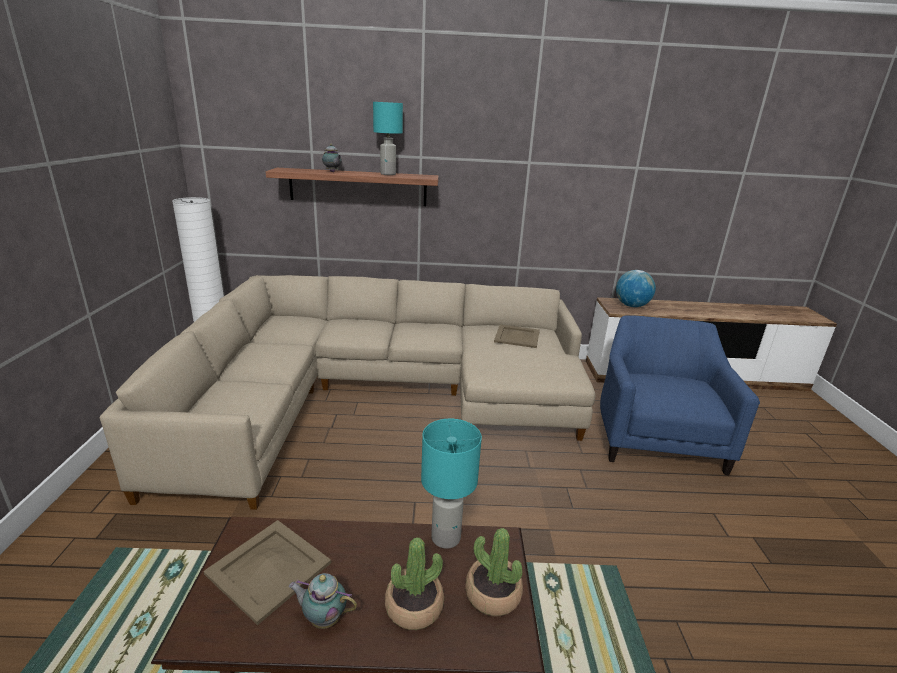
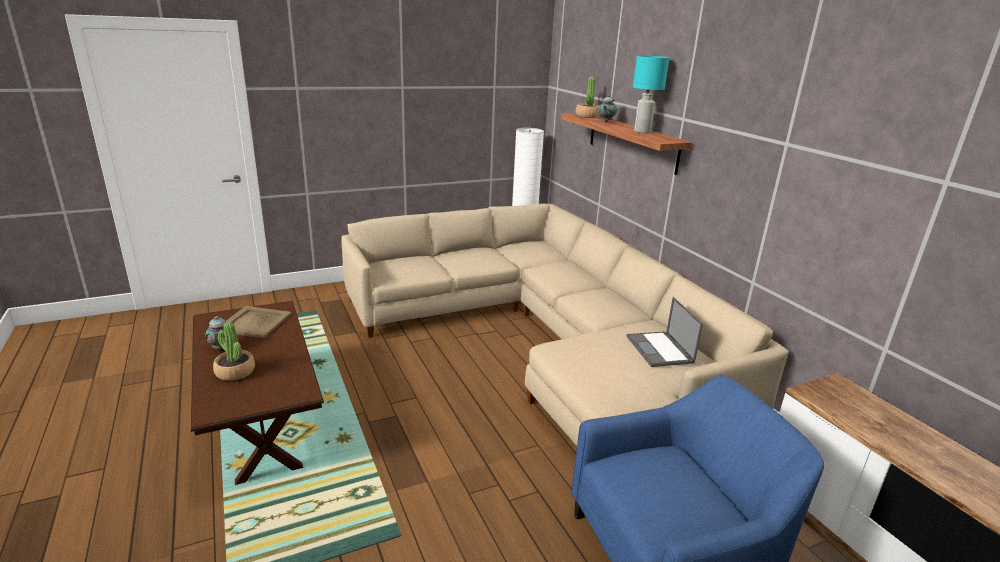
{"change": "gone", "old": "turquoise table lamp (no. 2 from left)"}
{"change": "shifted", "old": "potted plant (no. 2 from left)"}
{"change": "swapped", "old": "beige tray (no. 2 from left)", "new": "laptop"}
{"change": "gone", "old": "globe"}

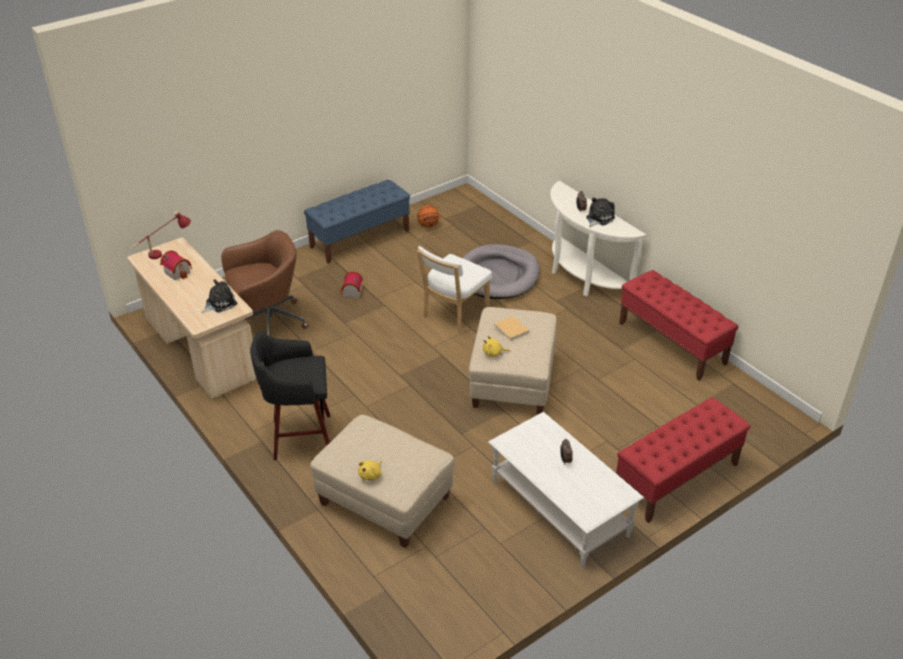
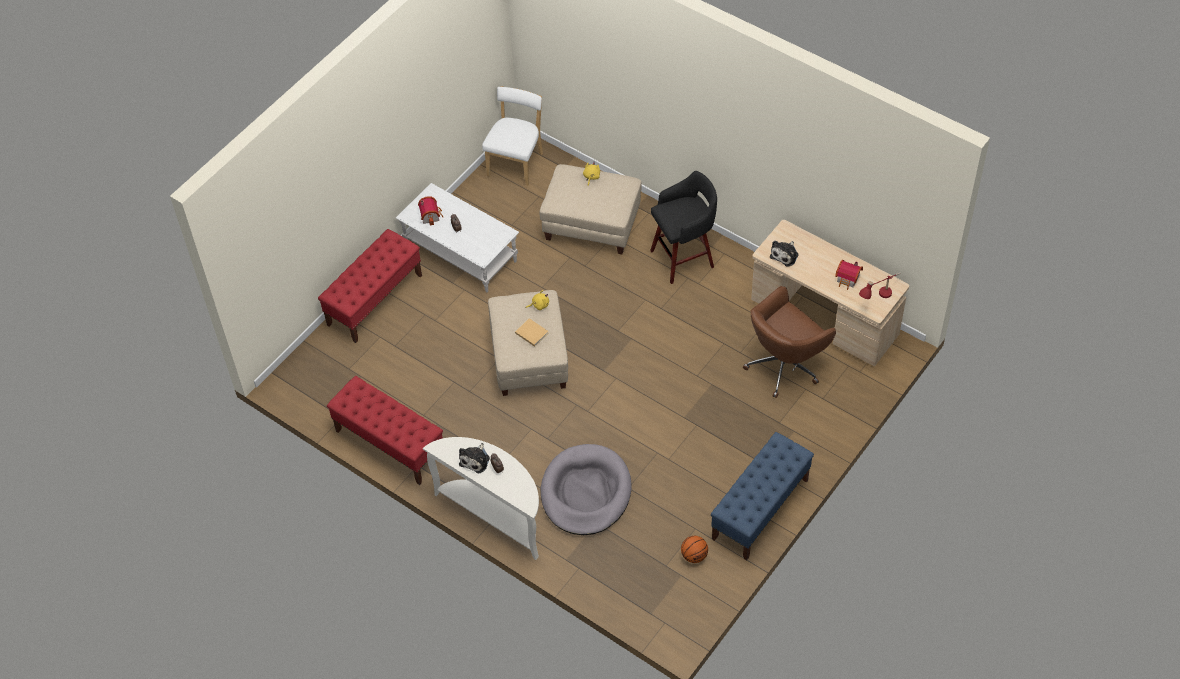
{"change": "shifted", "old": "toy house (no. 2 from left in the first image)", "new": "toy house (no. 1 from left)"}
{"change": "shifted", "old": "white chair"}

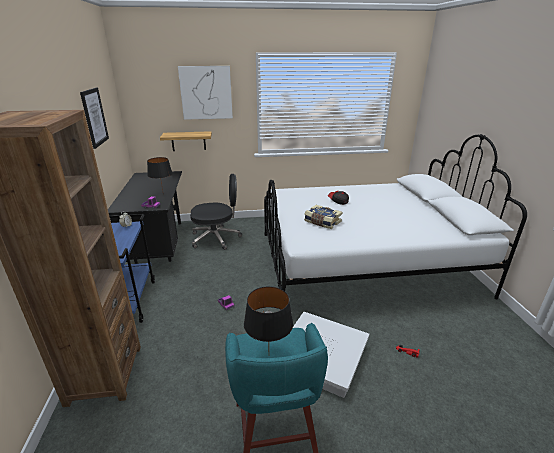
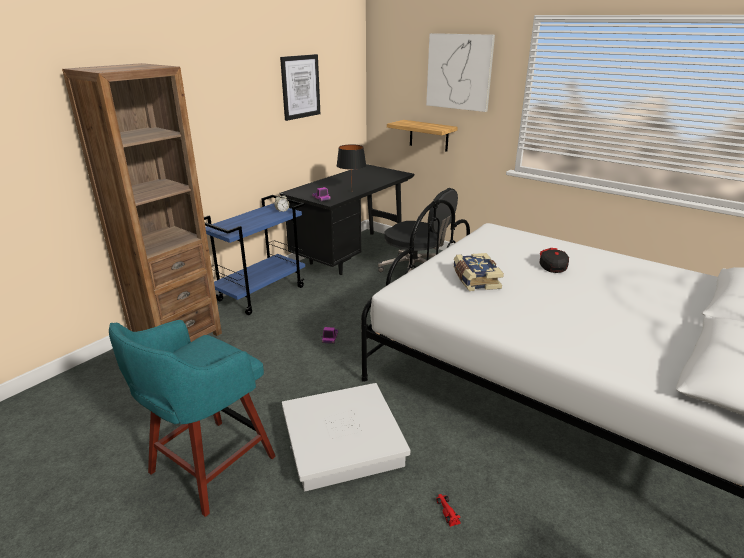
{"change": "gone", "old": "black table lamp (no. 2 from left)"}

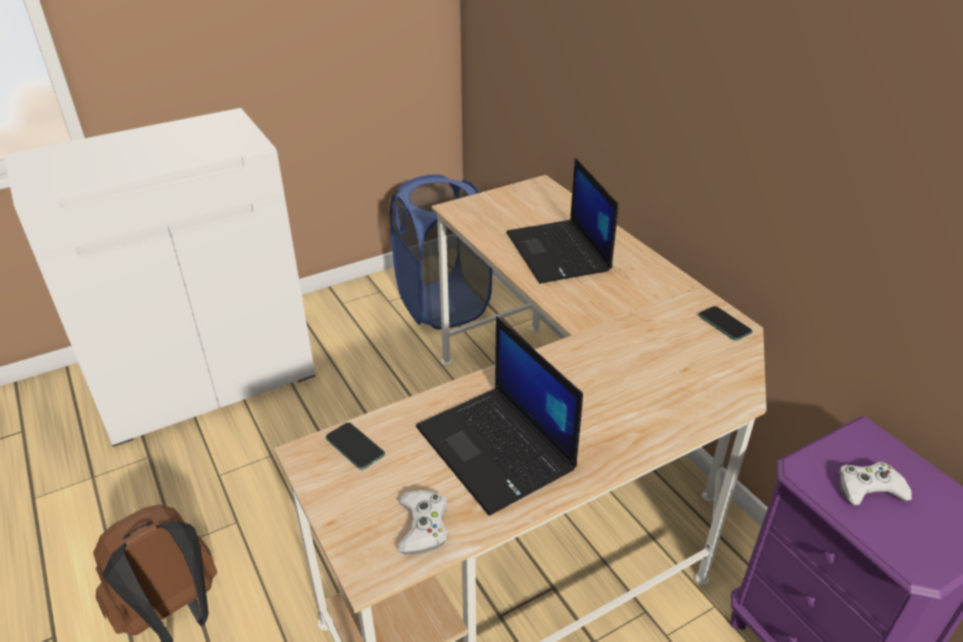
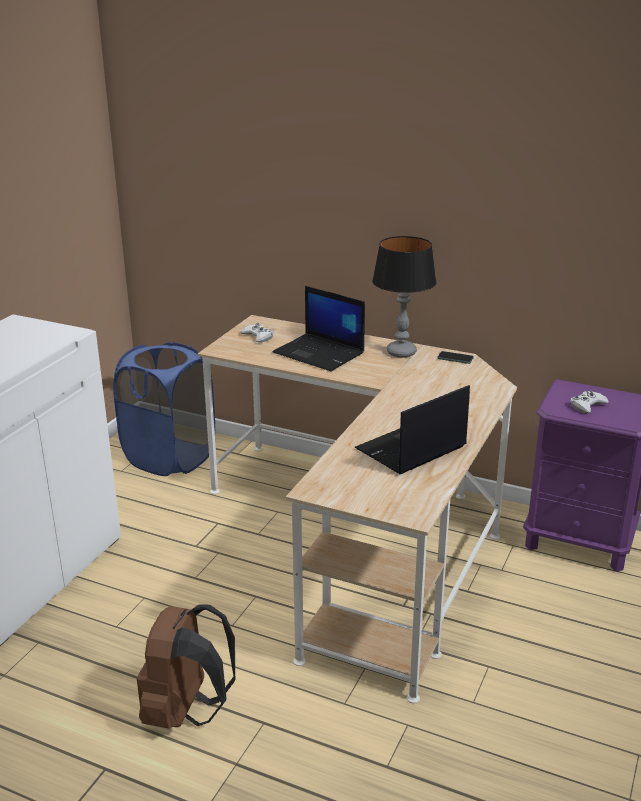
{"change": "gone", "old": "phone (no. 1 from left)"}
{"change": "shifted", "old": "white game controller (no. 1 from left)"}
{"change": "rotated", "old": "laptop (no. 1 from left in the first image)", "degrees": 120}
{"change": "new", "new": "table lamp"}

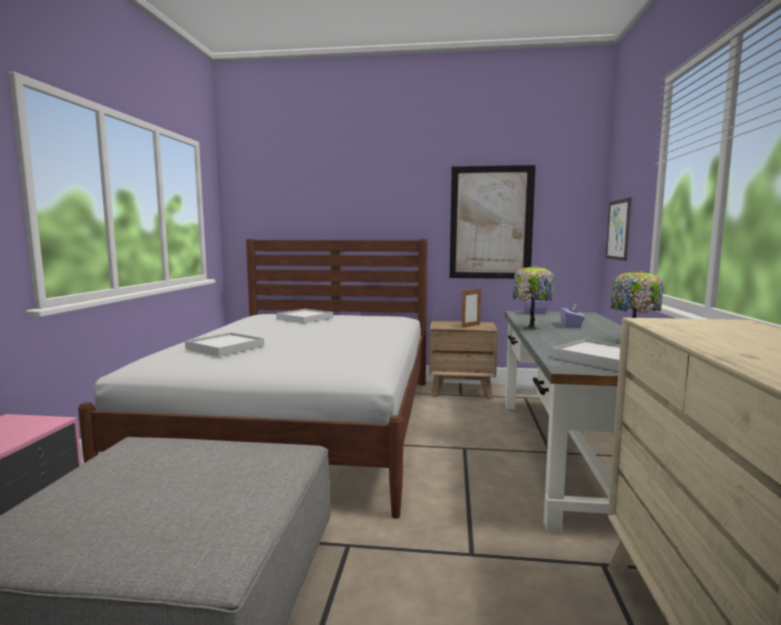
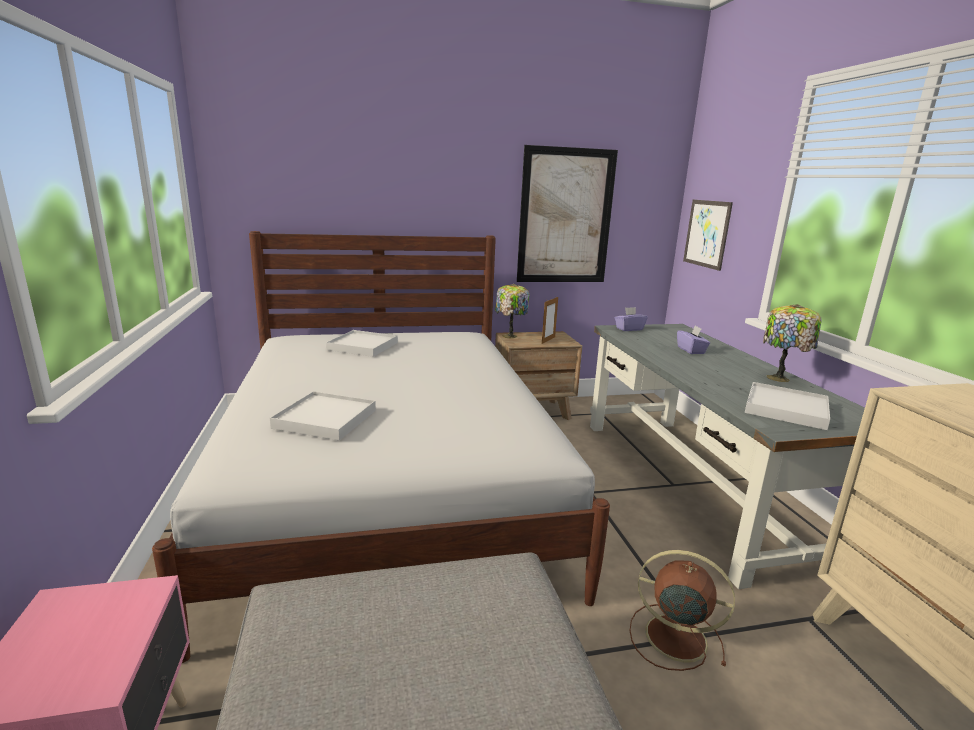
{"change": "shifted", "old": "table lamp (no. 1 from left)"}
{"change": "new", "new": "brown fan"}

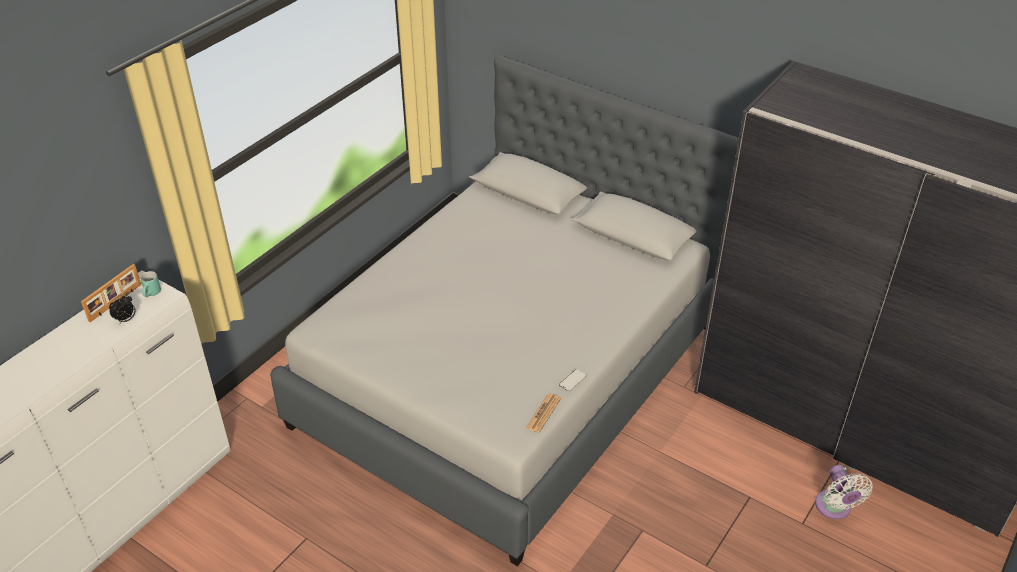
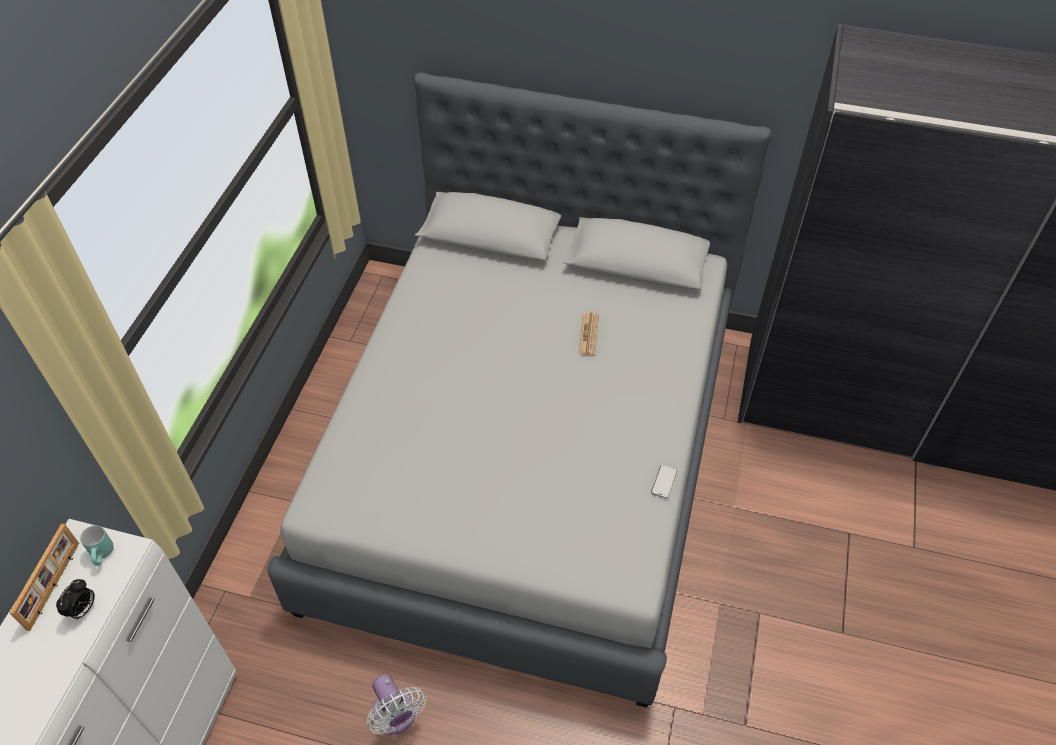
{"change": "shifted", "old": "newspaper"}
{"change": "shifted", "old": "white fan"}

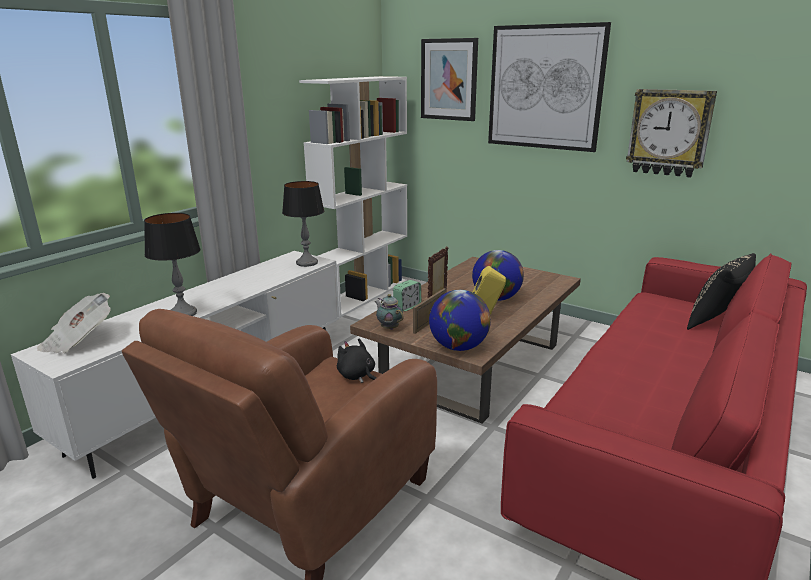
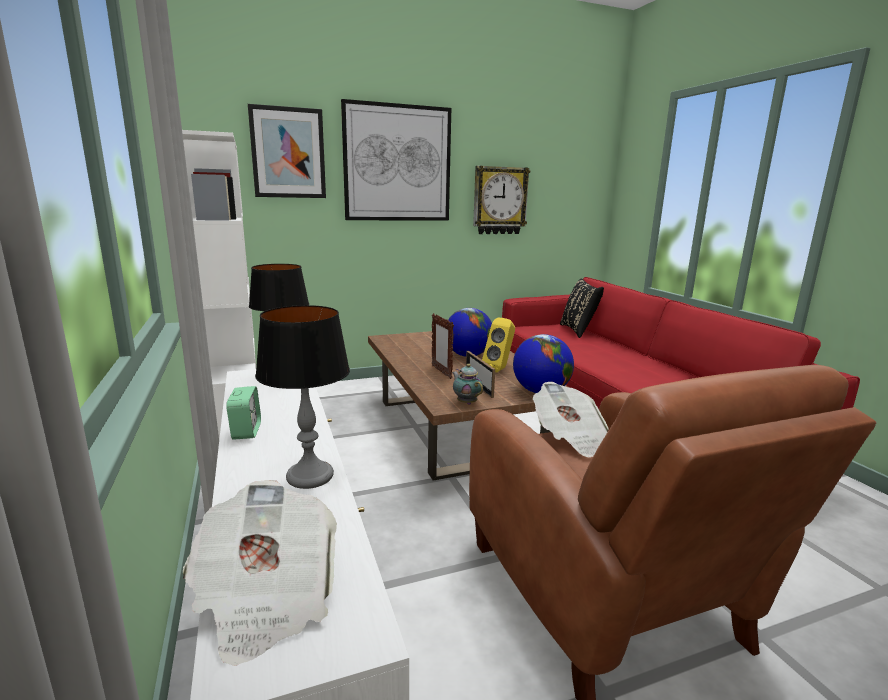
{"change": "swapped", "old": "black plush toy", "new": "newspaper (no. 2 from left)"}
{"change": "rotated", "old": "teapot", "degrees": 60}
{"change": "shifted", "old": "alarm clock"}

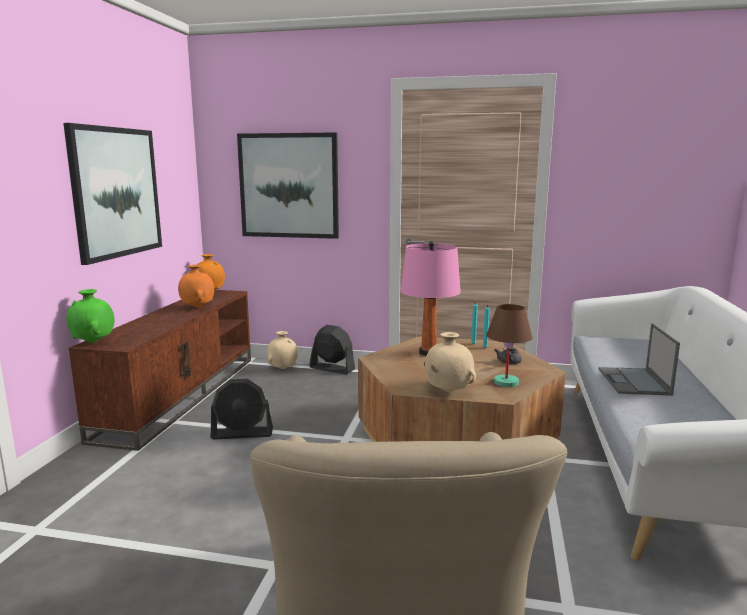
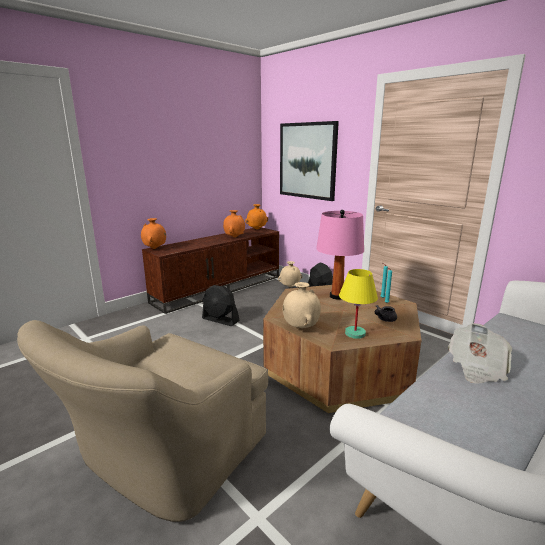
{"change": "gone", "old": "picture (no. 1 from left)"}
{"change": "repainted", "old": "green vase", "new": "orange vase (no. 1 from left)"}
{"change": "repainted", "old": "brown table lamp", "new": "yellow table lamp"}
{"change": "swapped", "old": "laptop", "new": "newspaper"}

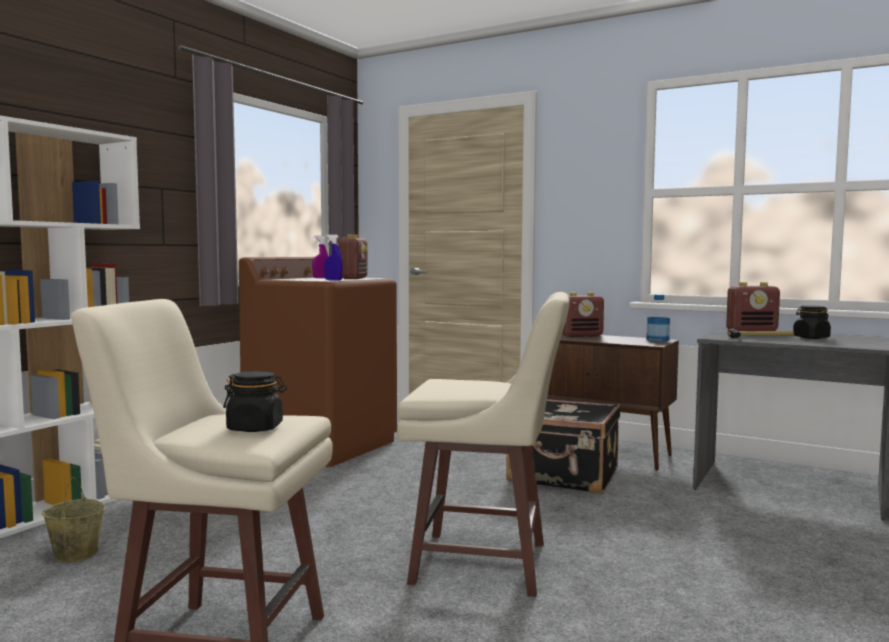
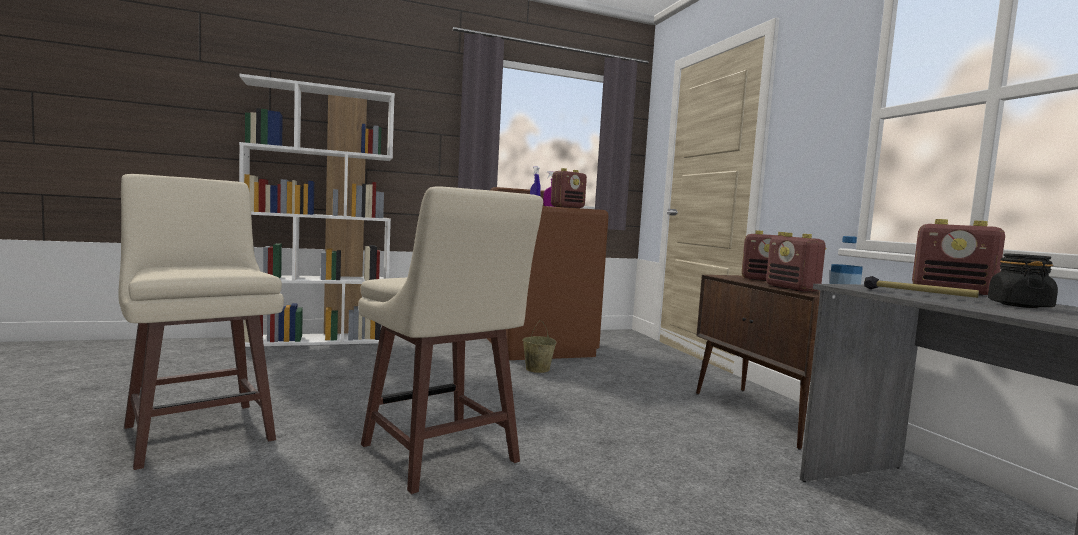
{"change": "shifted", "old": "beige bucket"}
{"change": "gone", "old": "black jar (no. 1 from left)"}
{"change": "gone", "old": "black suitcase"}
{"change": "new", "new": "radio (no. 3 from left)"}

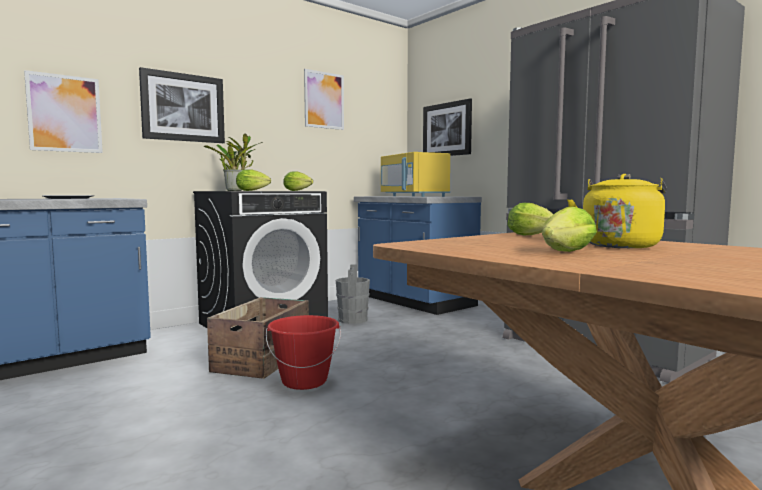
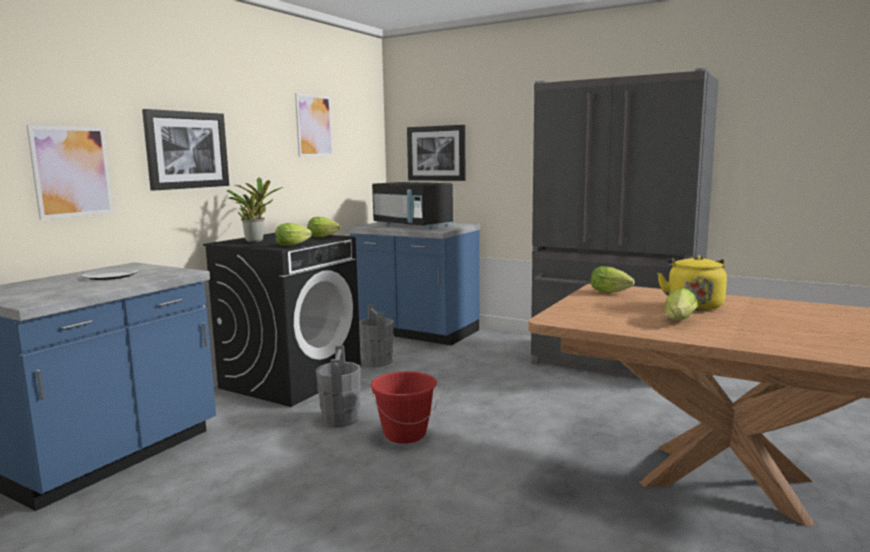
{"change": "swapped", "old": "crate", "new": "grey bucket (no. 1 from left)"}
{"change": "repainted", "old": "yellow microwave", "new": "black microwave"}

